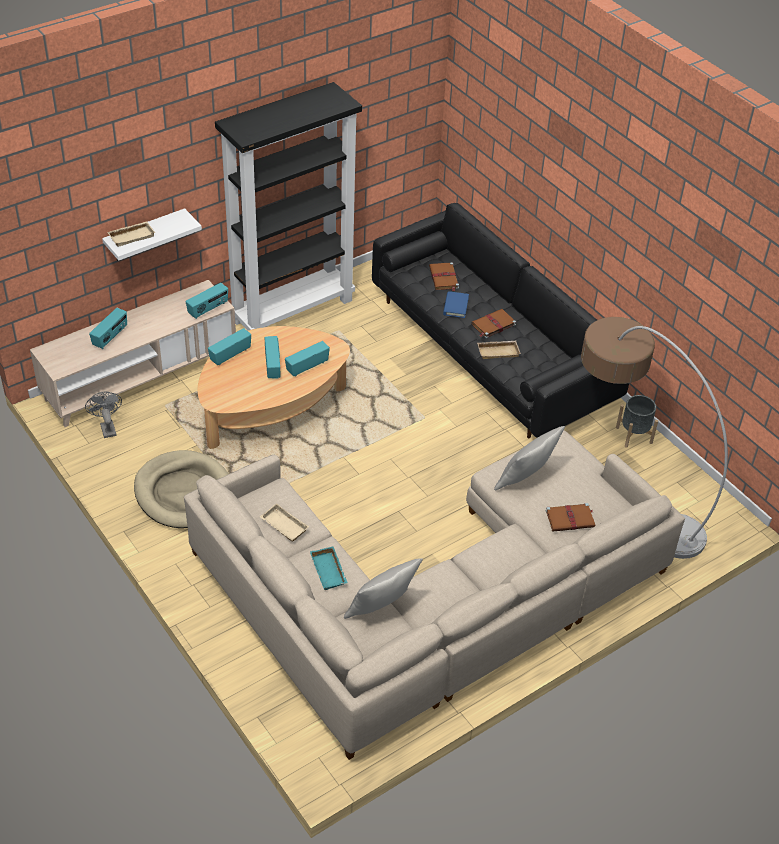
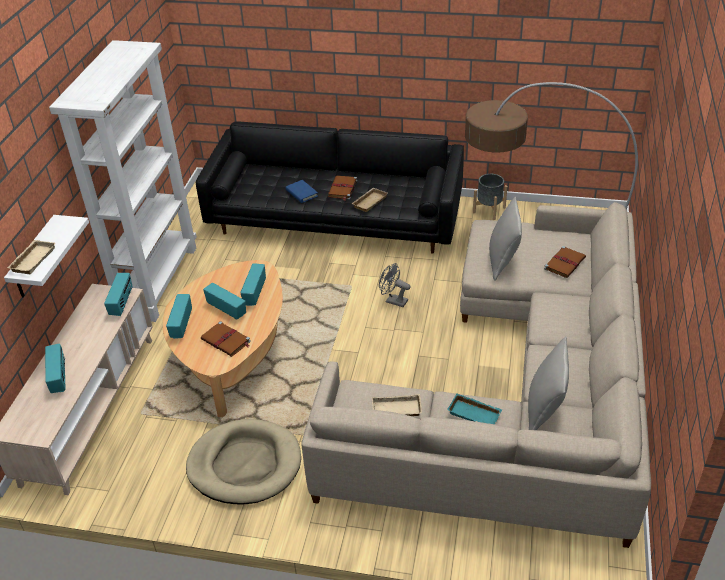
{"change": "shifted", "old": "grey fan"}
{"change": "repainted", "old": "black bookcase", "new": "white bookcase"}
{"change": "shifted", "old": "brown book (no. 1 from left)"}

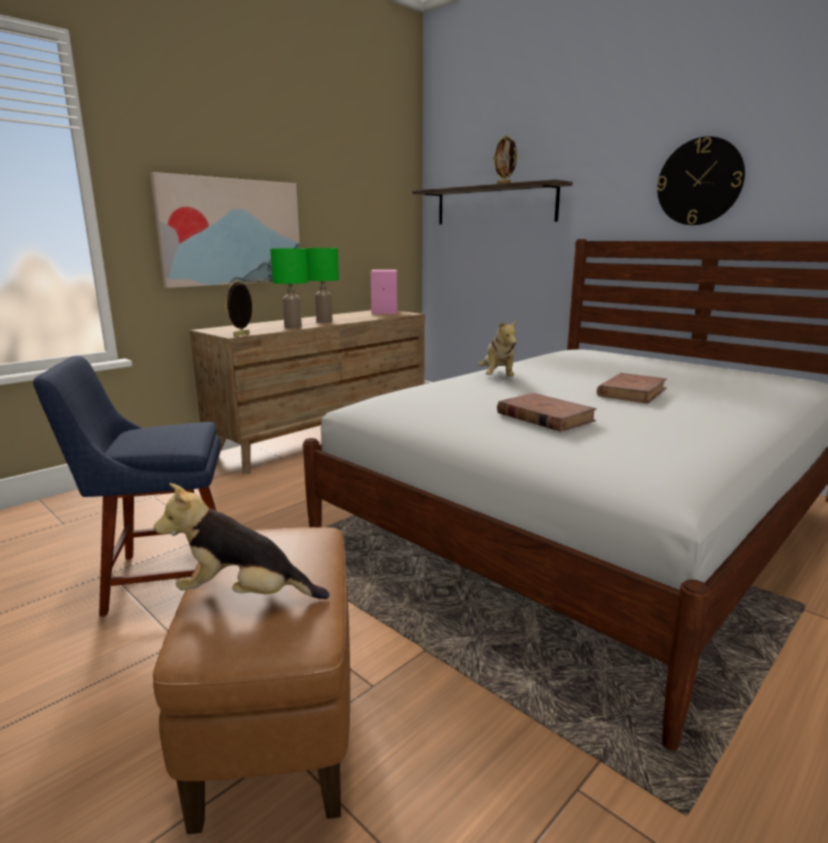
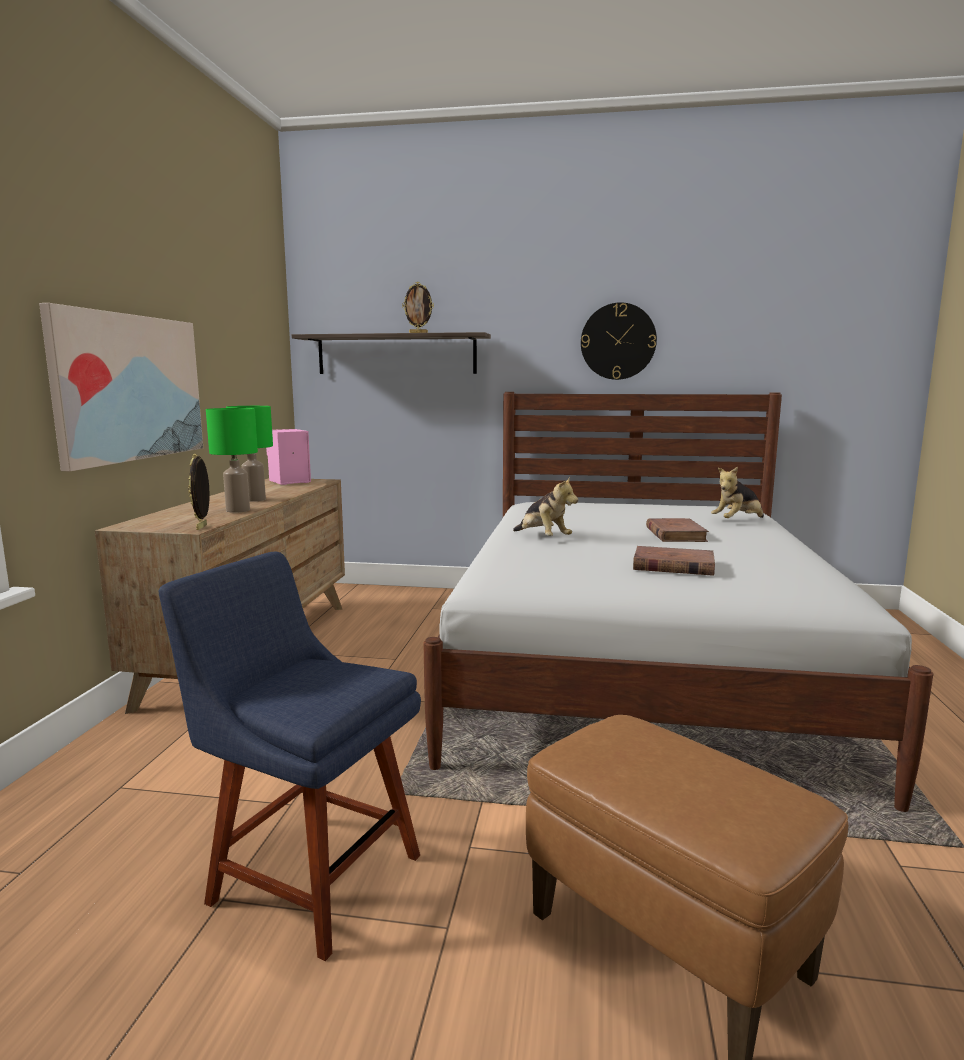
{"change": "rotated", "old": "blue chair", "degrees": 75}
{"change": "shifted", "old": "plush toy (no. 1 from left in the first image)", "new": "plush toy (no. 2 from left)"}

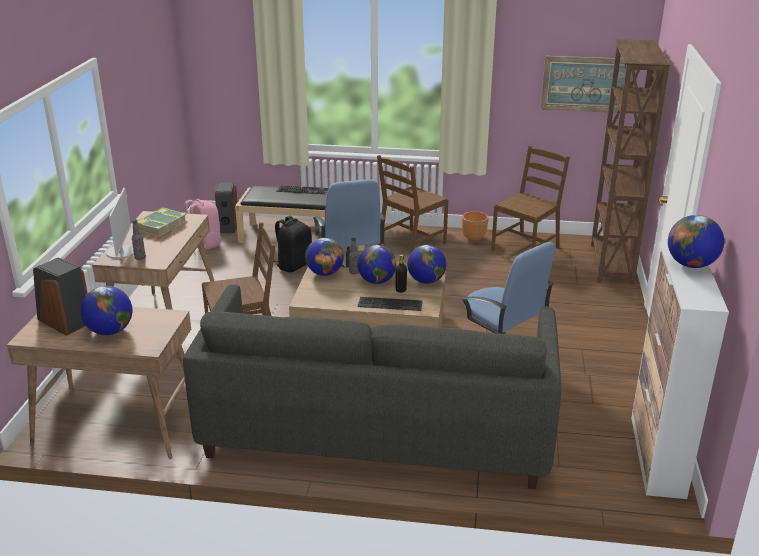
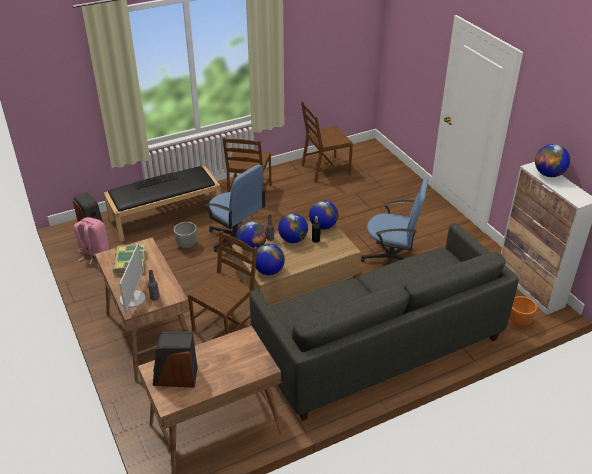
{"change": "shifted", "old": "globe (no. 1 from left in the first image)", "new": "globe (no. 2 from left)"}
{"change": "rotated", "old": "monitor", "degrees": 45}
{"change": "swapped", "old": "black backpack", "new": "grey planter"}
{"change": "gone", "old": "keyboard (no. 2 from left)"}
{"change": "shifted", "old": "orange planter"}
{"change": "rotated", "old": "brown chair (no. 3 from left)", "degrees": -120}
{"change": "gone", "old": "picture"}
{"change": "gone", "old": "brown bookcase"}

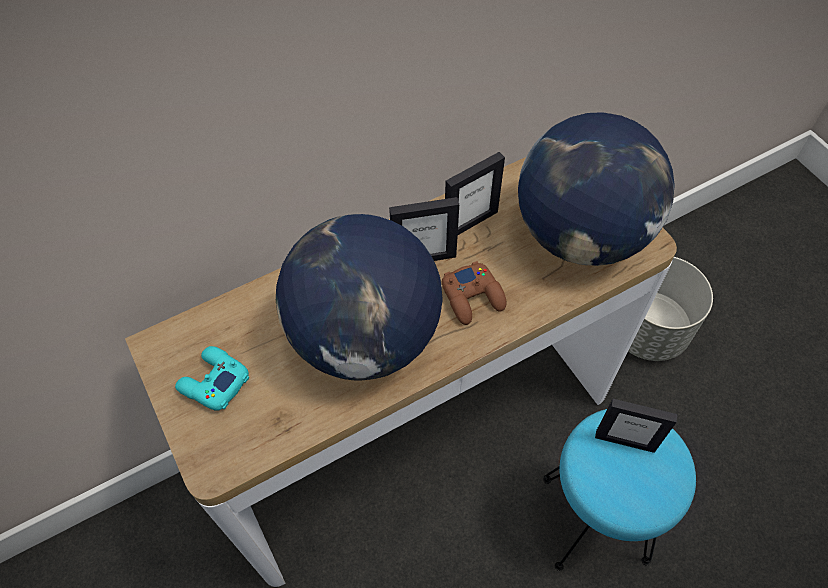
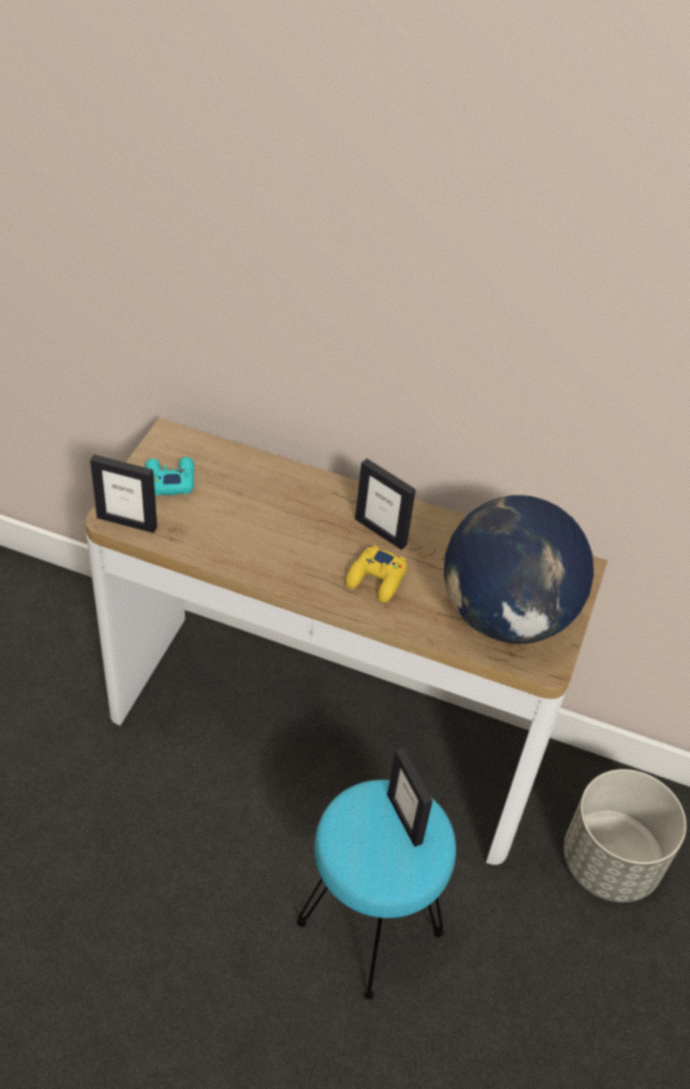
{"change": "gone", "old": "globe (no. 1 from left)"}
{"change": "repainted", "old": "brown game controller", "new": "yellow game controller"}
{"change": "shifted", "old": "picture frame (no. 2 from left in the first image)", "new": "picture frame (no. 1 from left)"}

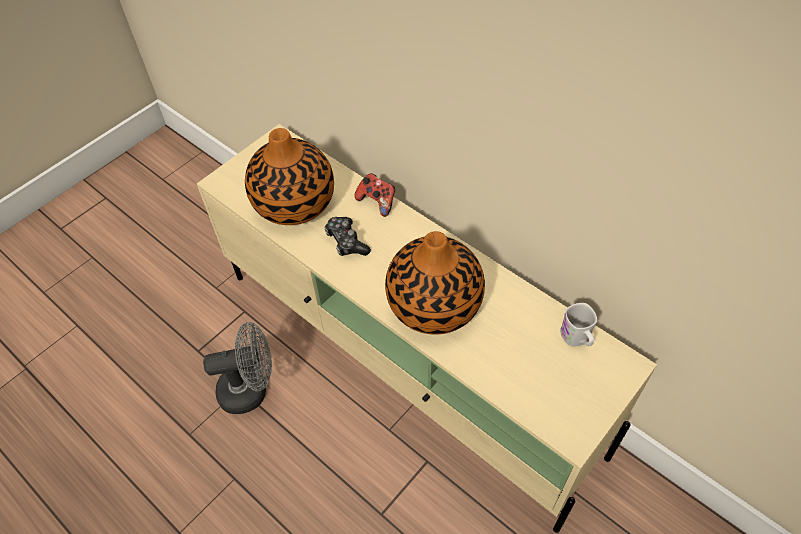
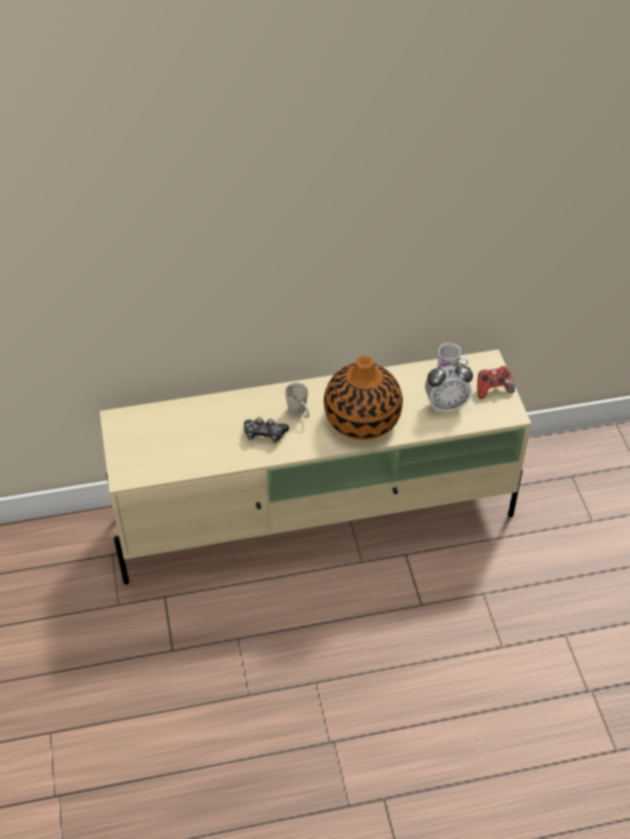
{"change": "gone", "old": "grey fan"}
{"change": "gone", "old": "vase (no. 1 from left)"}
{"change": "shifted", "old": "game controller (no. 2 from left)"}
{"change": "new", "new": "white mug (no. 1 from left)"}
{"change": "new", "new": "alarm clock"}

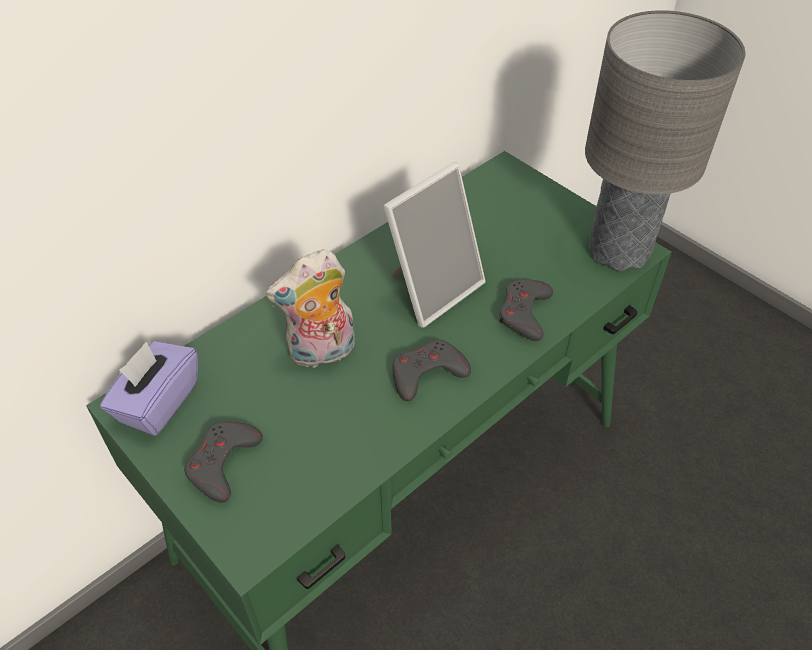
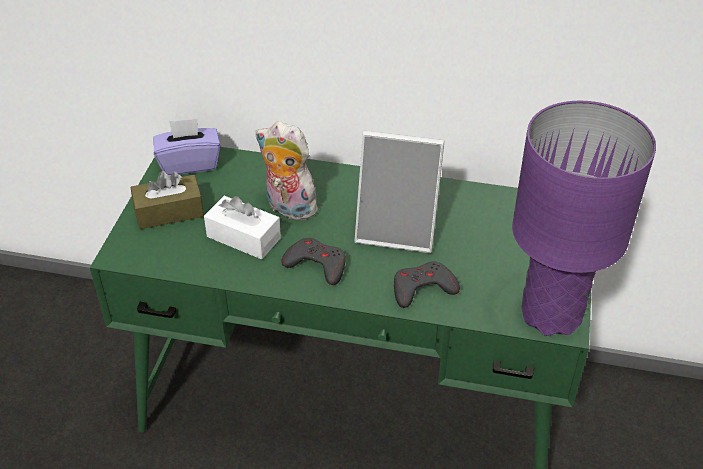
{"change": "swapped", "old": "grey game controller (no. 1 from left)", "new": "brown tissue box"}
{"change": "repainted", "old": "grey table lamp", "new": "purple table lamp"}
{"change": "new", "new": "white tissue box"}

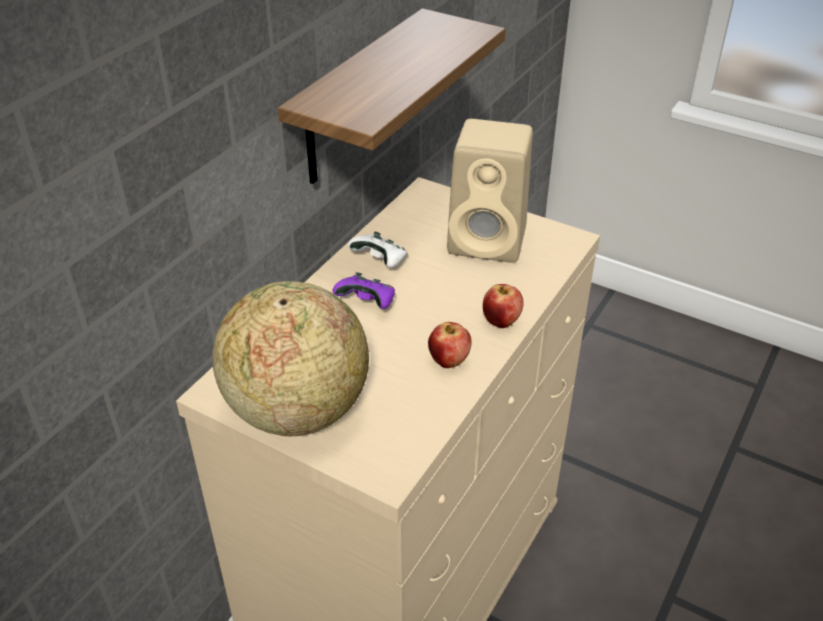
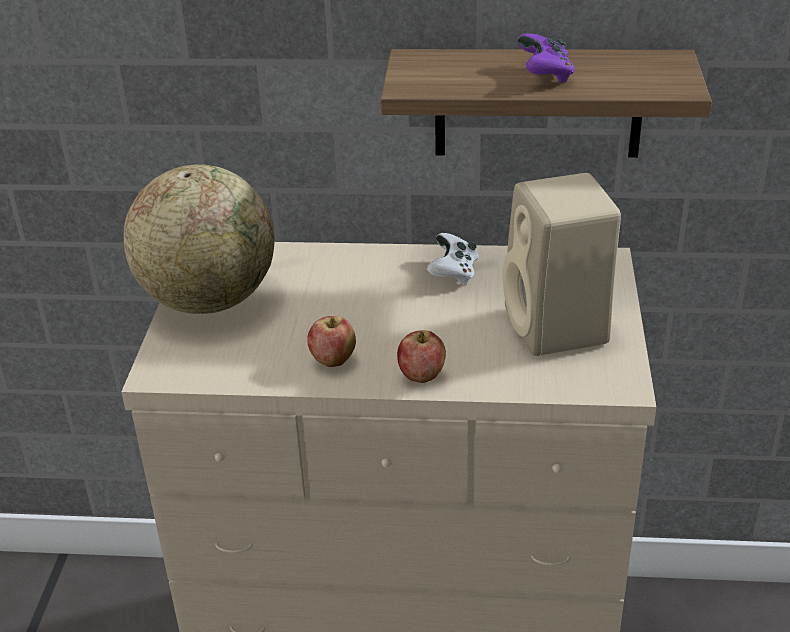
{"change": "shifted", "old": "purple game controller"}

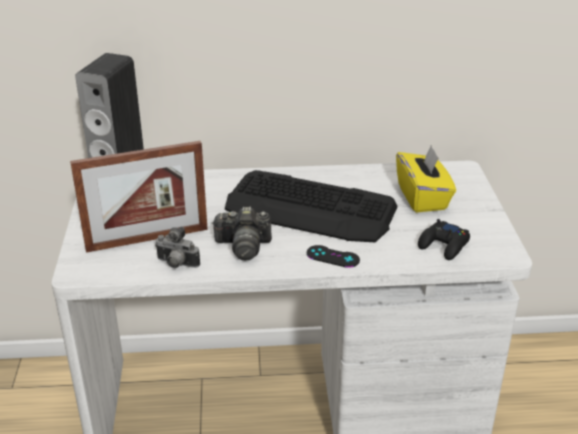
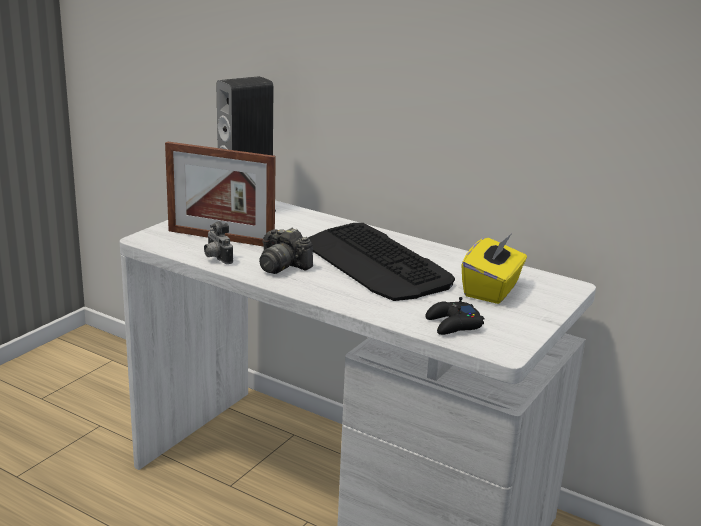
{"change": "gone", "old": "black game controller (no. 1 from left)"}

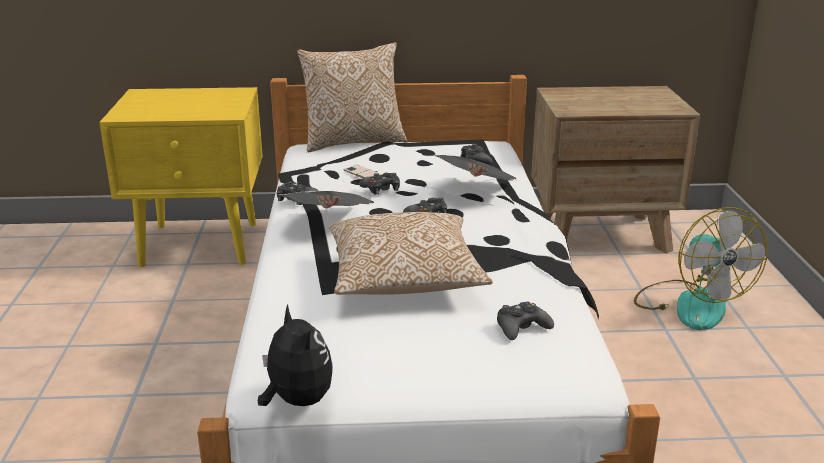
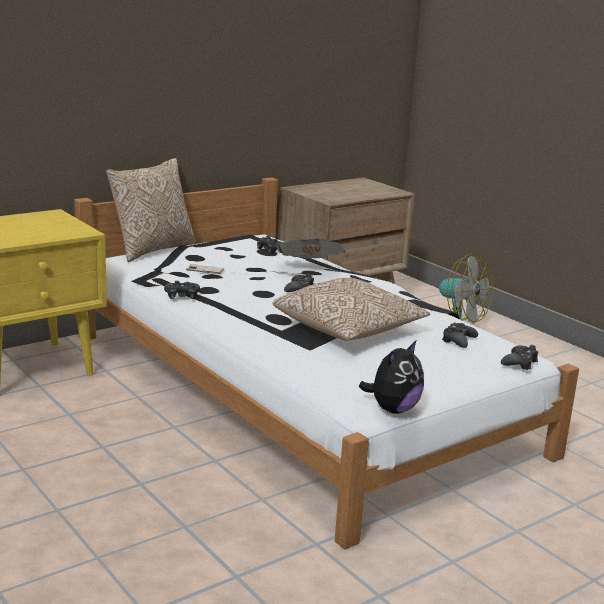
{"change": "rotated", "old": "plush toy", "degrees": 105}
{"change": "gone", "old": "newspaper (no. 1 from left)"}
{"change": "shifted", "old": "black game controller (no. 2 from left in the first image)", "new": "black game controller (no. 5 from left)"}

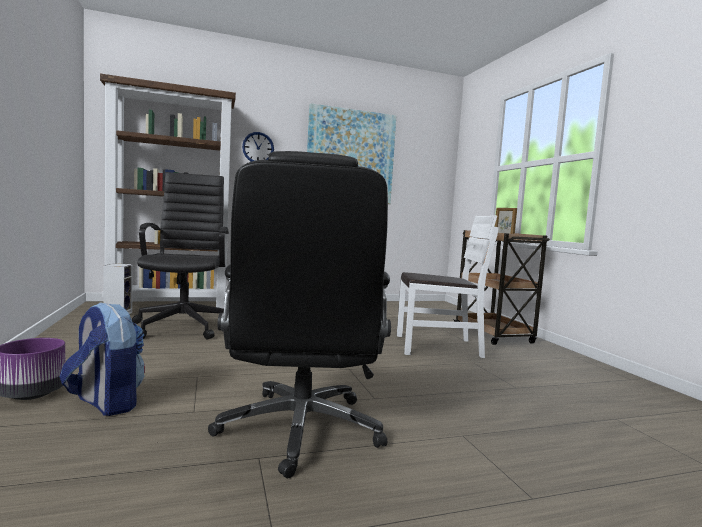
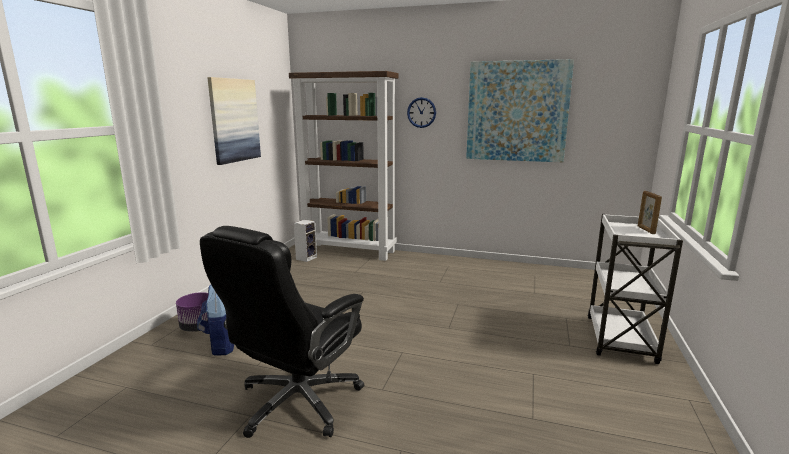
{"change": "gone", "old": "black office chair (no. 1 from left)"}
{"change": "gone", "old": "white chair"}
{"change": "repainted", "old": "brown cart", "new": "white cart"}
{"change": "new", "new": "picture (no. 1 from left)"}

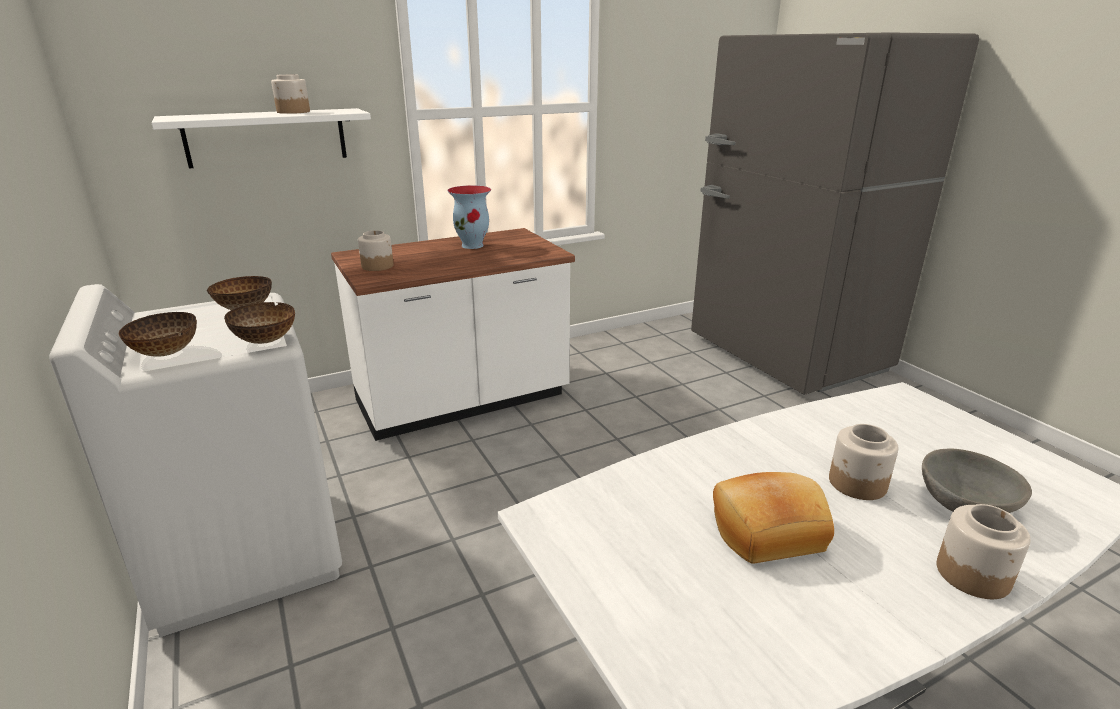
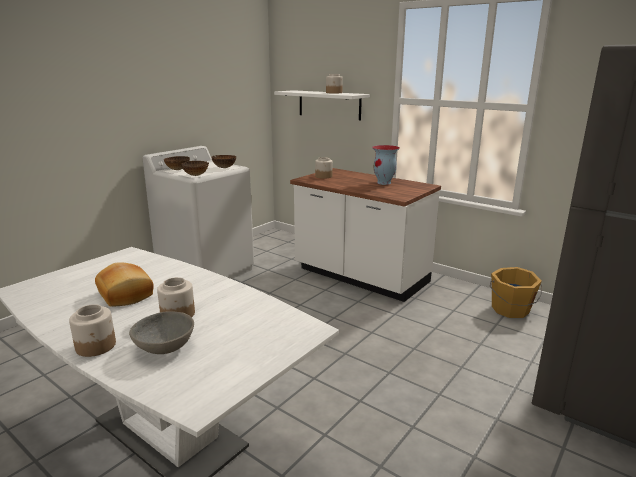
{"change": "new", "new": "orange bucket"}

